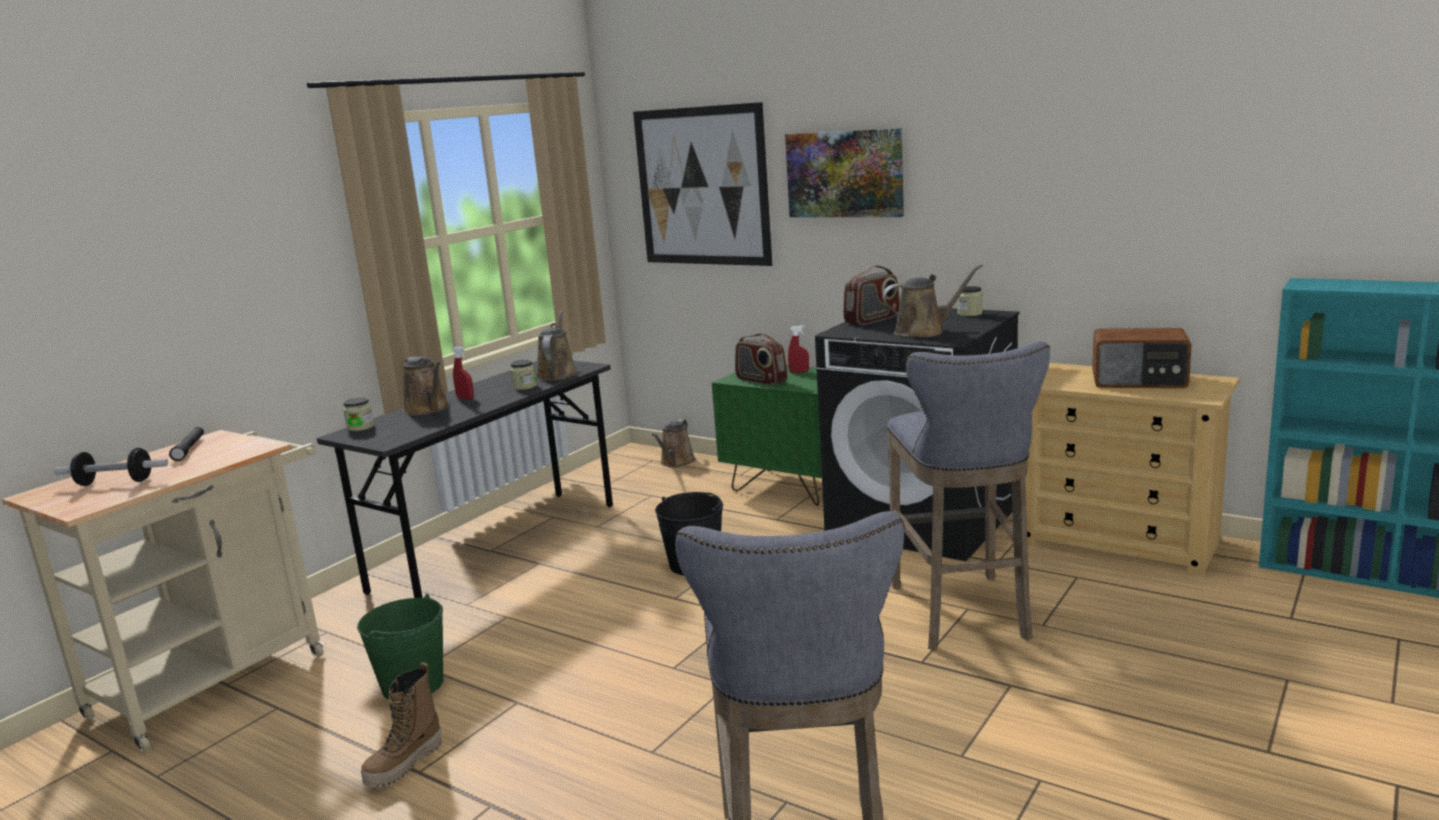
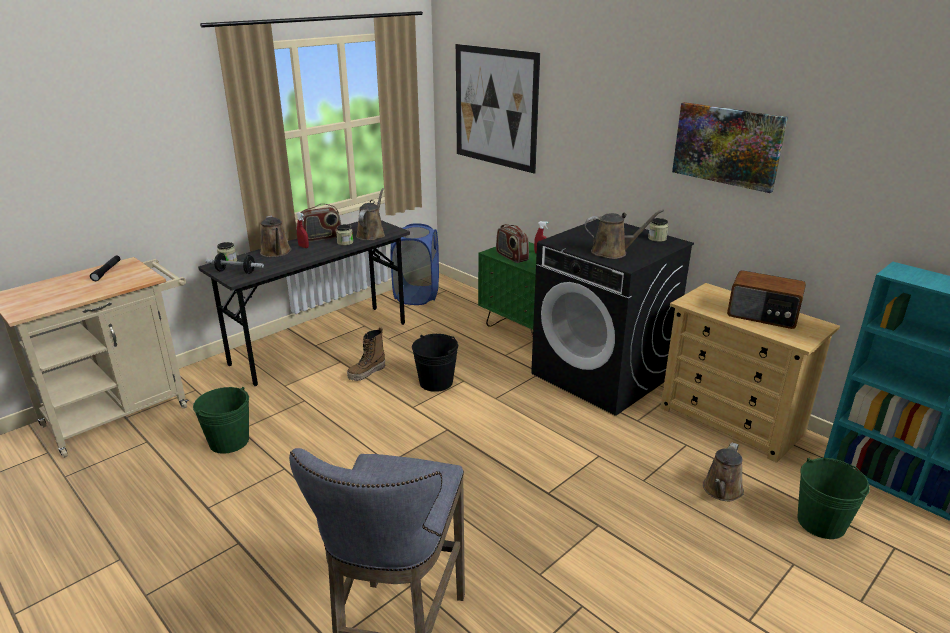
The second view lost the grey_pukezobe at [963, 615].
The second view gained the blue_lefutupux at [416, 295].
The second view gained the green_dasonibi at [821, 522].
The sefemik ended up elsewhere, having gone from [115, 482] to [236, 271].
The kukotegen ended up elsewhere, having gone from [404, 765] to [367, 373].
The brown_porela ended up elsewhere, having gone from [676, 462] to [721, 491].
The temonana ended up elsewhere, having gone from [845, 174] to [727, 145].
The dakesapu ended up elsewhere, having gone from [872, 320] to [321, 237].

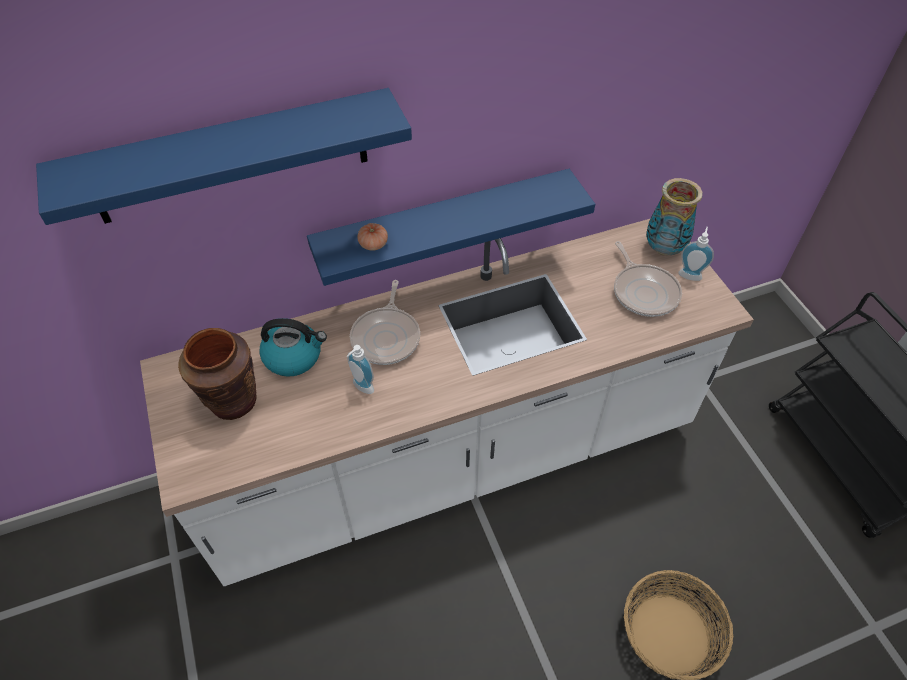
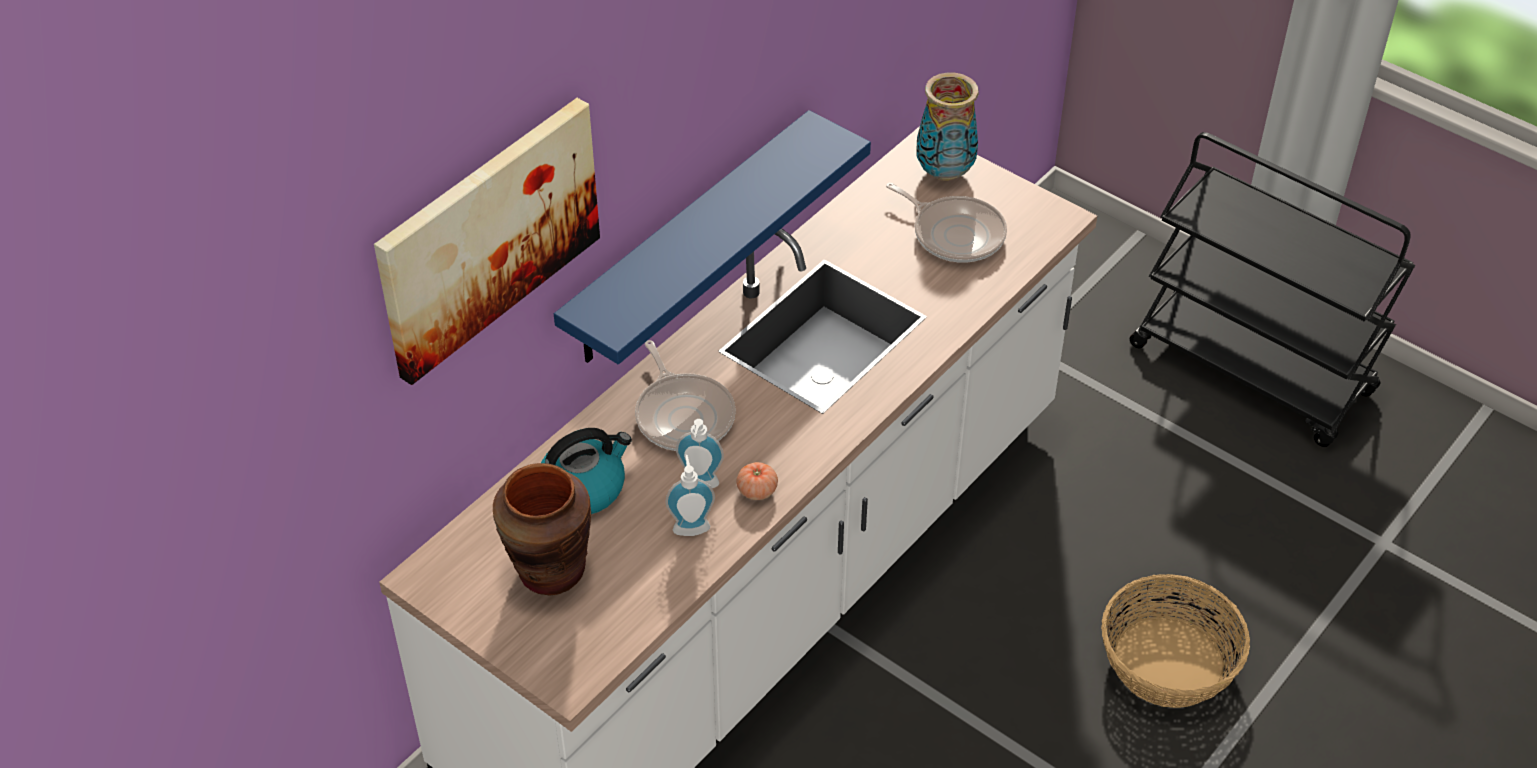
The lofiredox ended up elsewhere, having gone from [373, 244] to [757, 490].
The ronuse ended up elsewhere, having gone from [690, 274] to [691, 525].
Where the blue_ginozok hung at [231, 157], the temonana came to hang at [488, 236].

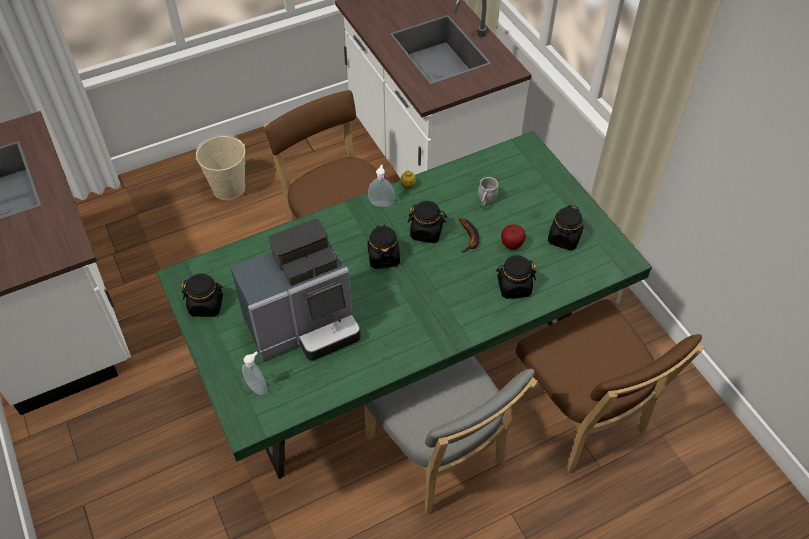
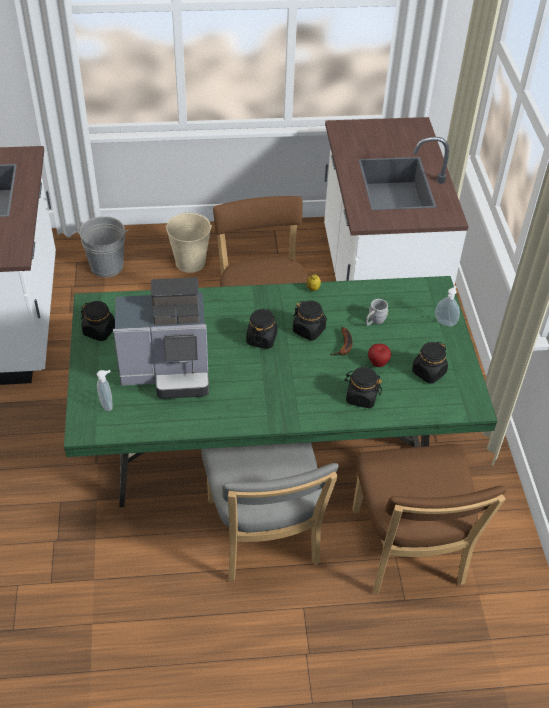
The second view gained the grey_dasonibi at [107, 266].
The ronuse ended up elsewhere, having gone from [381, 203] to [445, 322].

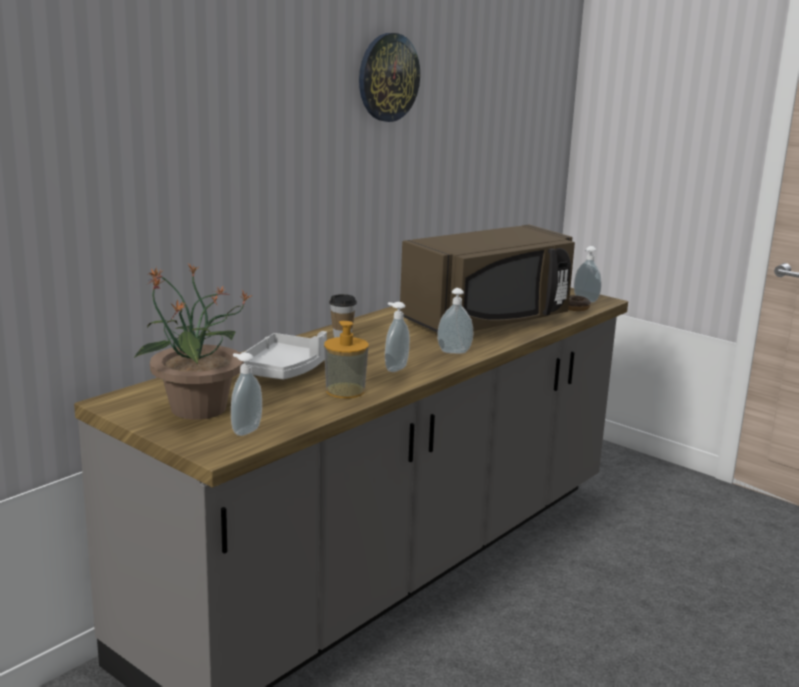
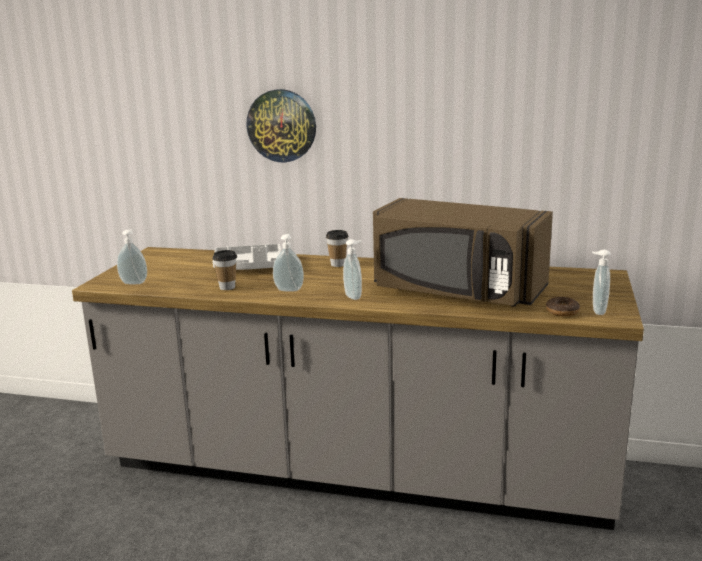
The second view lost the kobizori at [196, 409].
The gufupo ended up elsewhere, having gone from [388, 77] to [282, 125].
Where the ronuse stood at [345, 390], the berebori came to stand at [227, 287].

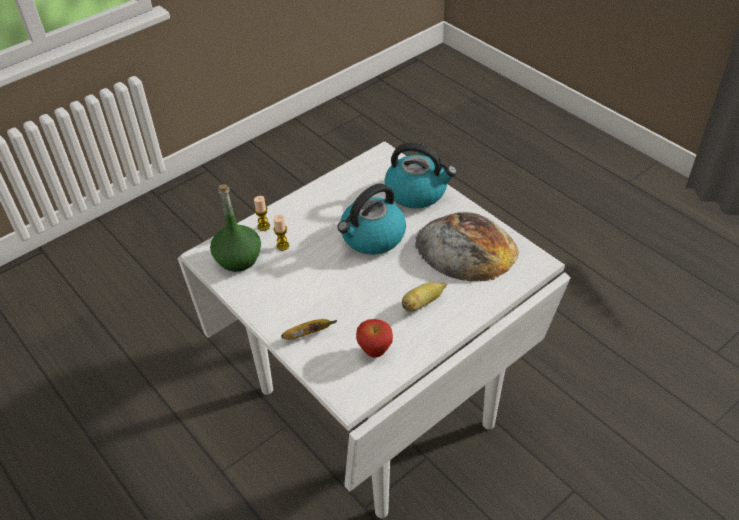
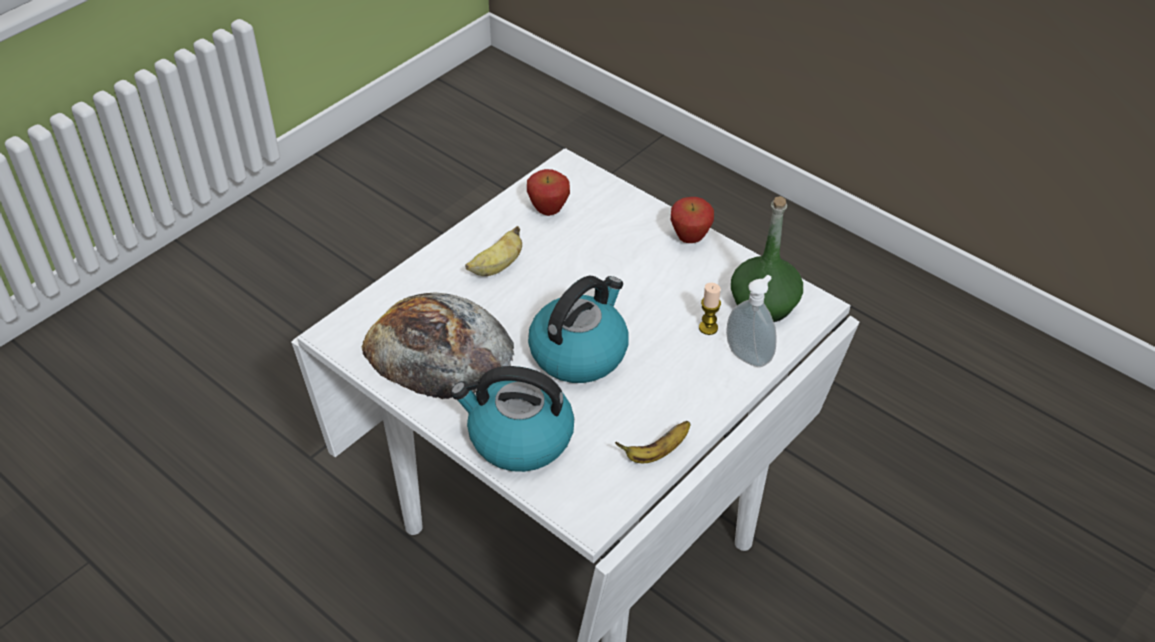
The second view gained the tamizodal at [690, 239].
The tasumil ended up elsewhere, having gone from [308, 334] to [656, 452].
Where the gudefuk stood at [263, 226], the ronuse came to stand at [749, 355].

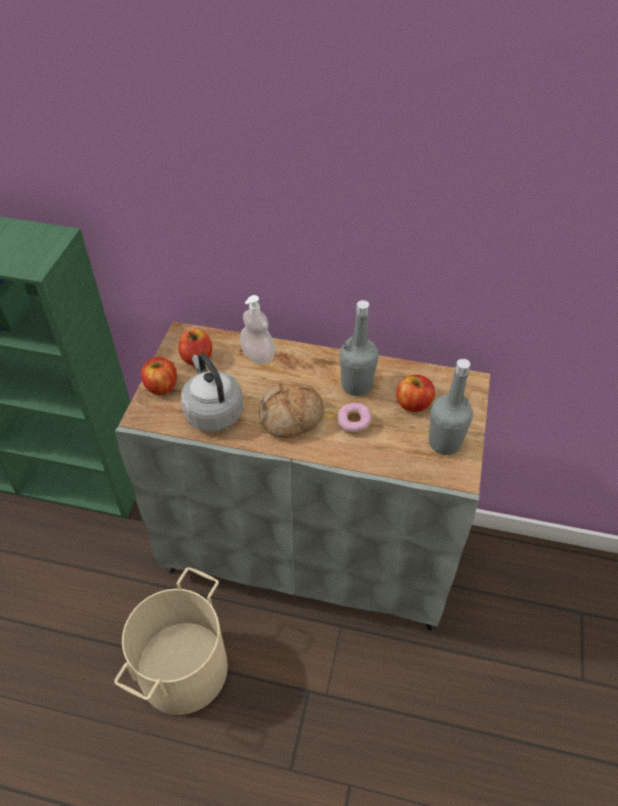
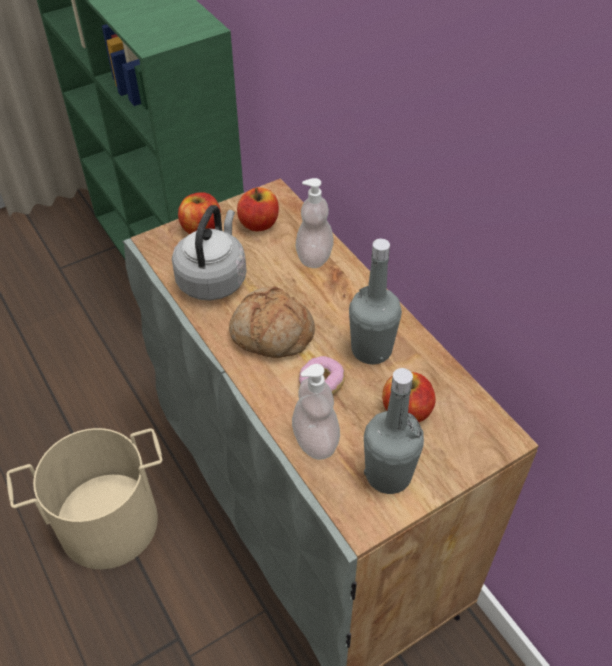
The second view gained the ronuse at [315, 440].

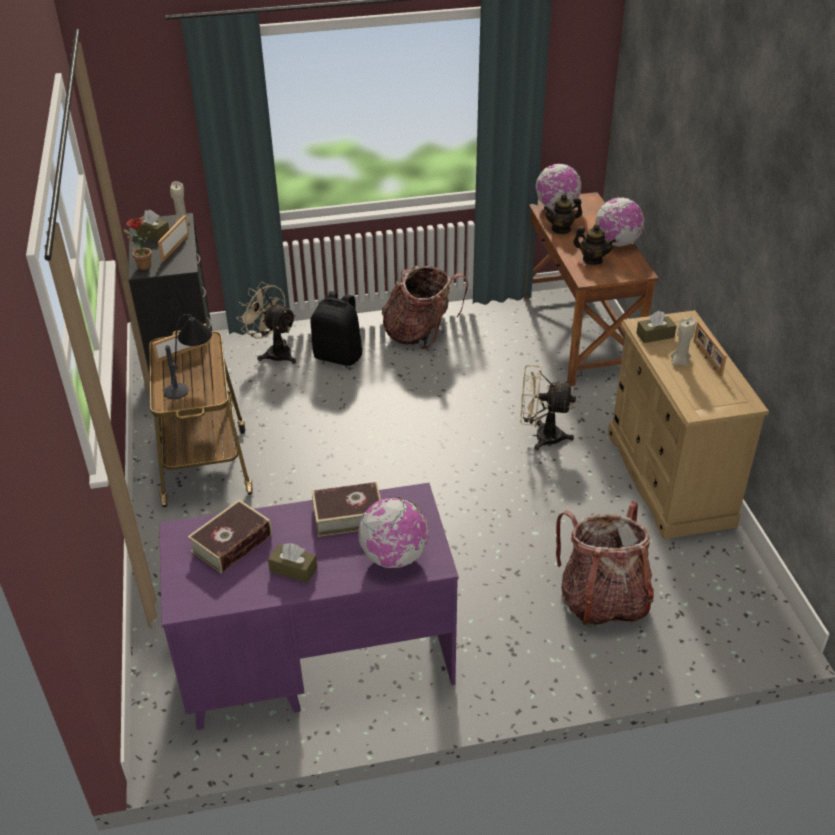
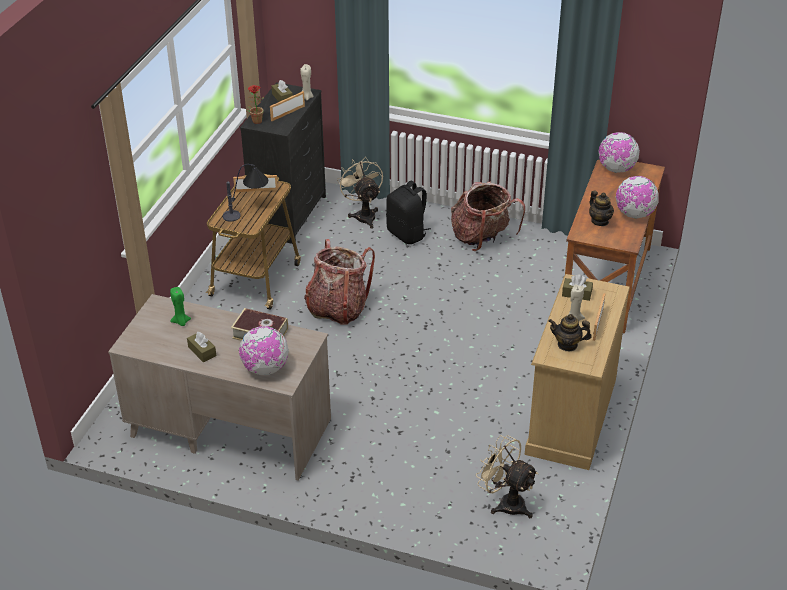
The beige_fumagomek ended up elsewhere, having gone from [540, 436] to [506, 502].
The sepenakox ended up elsewhere, having gone from [561, 229] to [567, 345].
The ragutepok ended up elsewhere, having gone from [602, 600] to [337, 308].
Where the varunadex stood at [232, 543], the green_gudefuk came to stand at [181, 322].
What was the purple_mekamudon at [316, 659] turned into the beige_mekamudon at [228, 428].

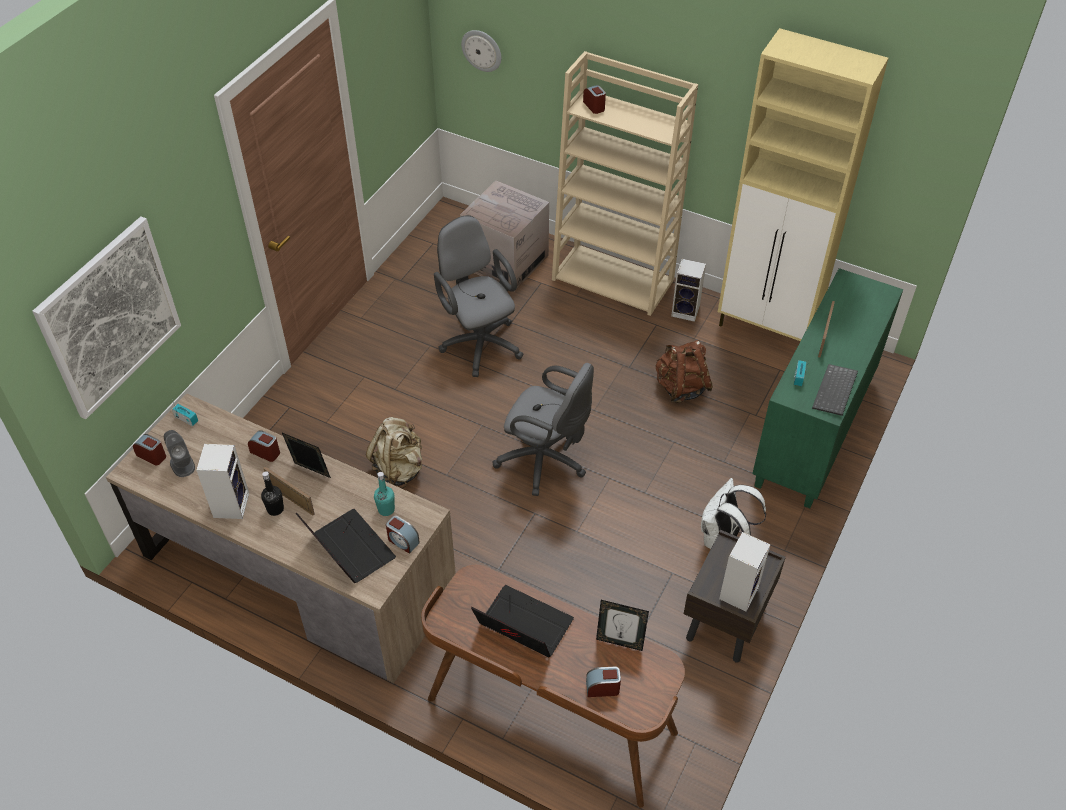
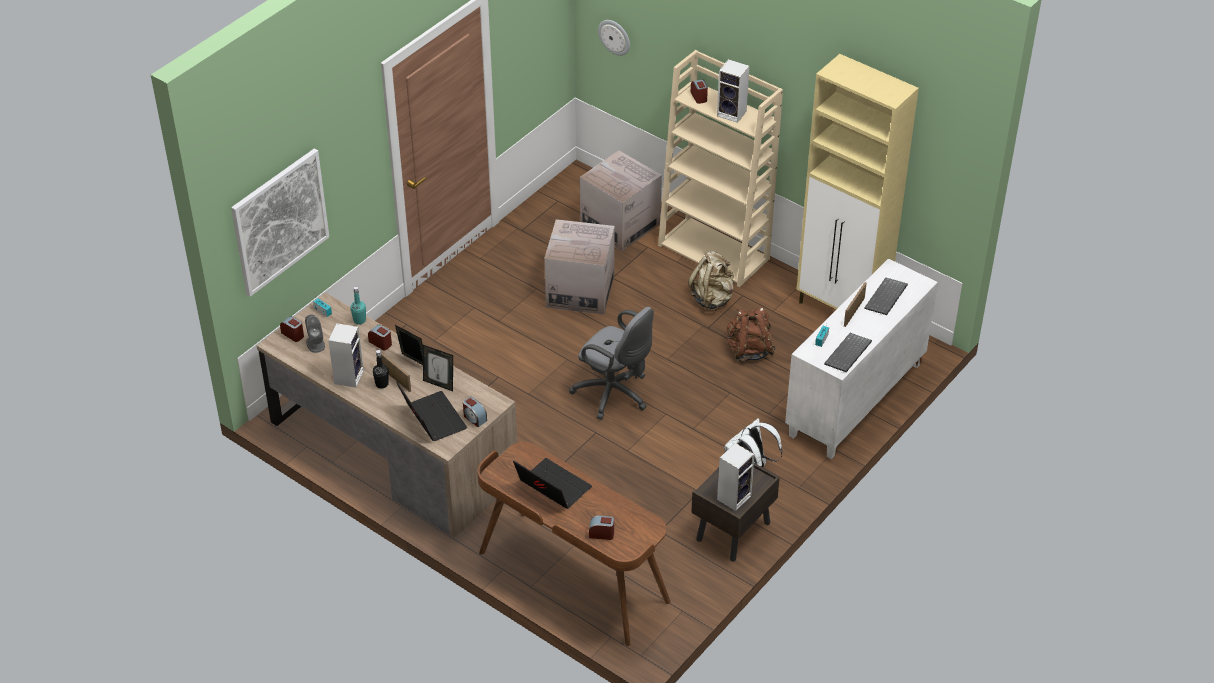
The second view gained the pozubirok at [886, 298].
The beige_ragutepok ended up elsewhere, having gone from [399, 469] to [712, 298].
The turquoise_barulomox ended up elsewhere, having gone from [386, 509] to [359, 320].
The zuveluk ended up elsewhere, having gone from [620, 641] to [439, 384].
The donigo ended up elsewhere, having gone from [686, 311] to [733, 113].
Where the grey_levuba stood at [479, 342], the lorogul came to stand at [580, 291].
What was the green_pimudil at [814, 432] turned into the white_pimudil at [855, 401].

